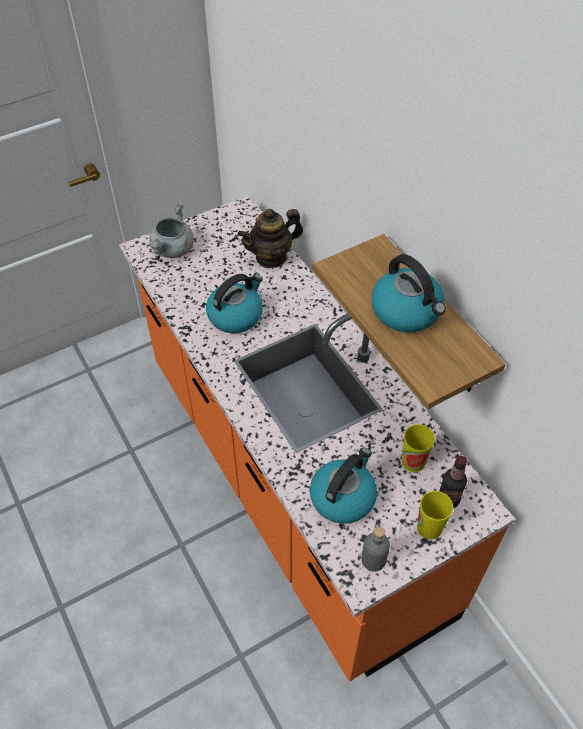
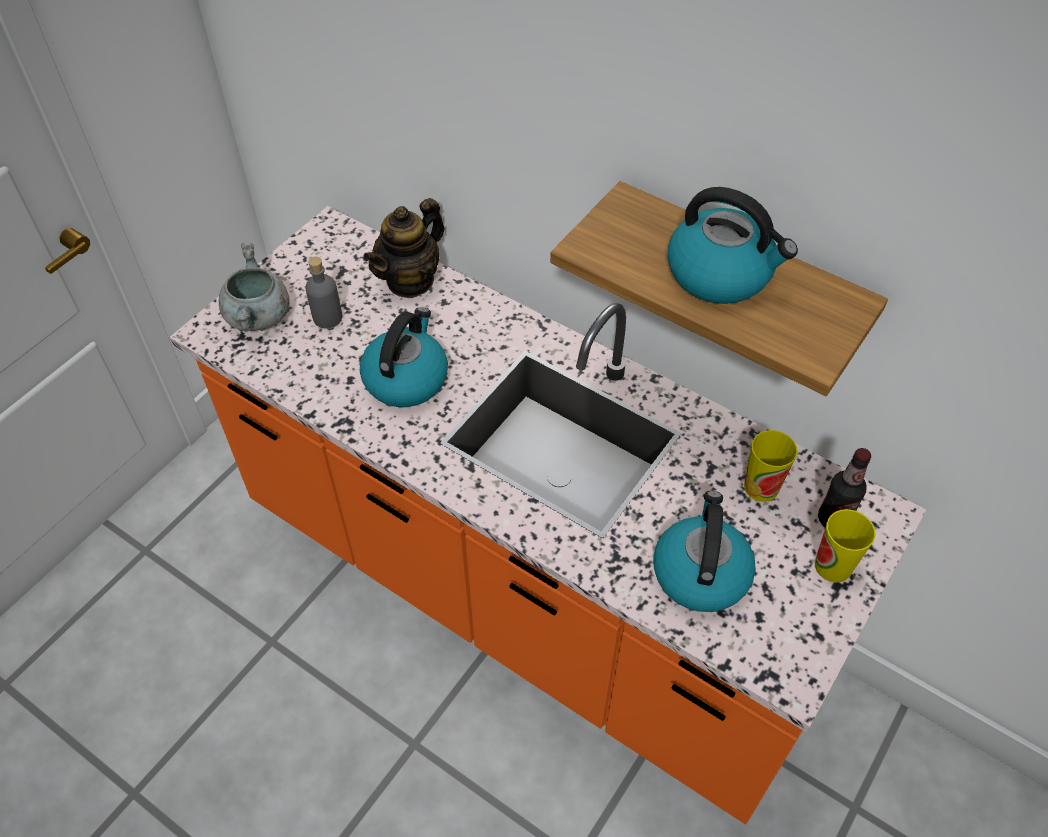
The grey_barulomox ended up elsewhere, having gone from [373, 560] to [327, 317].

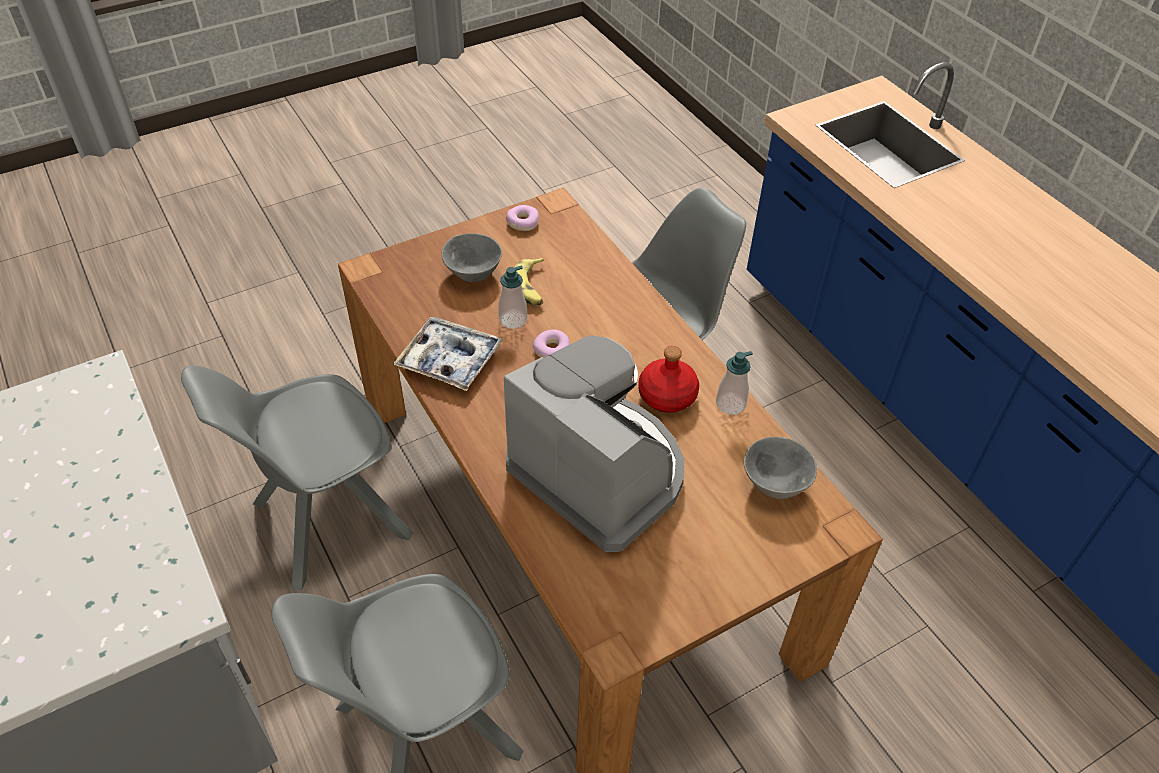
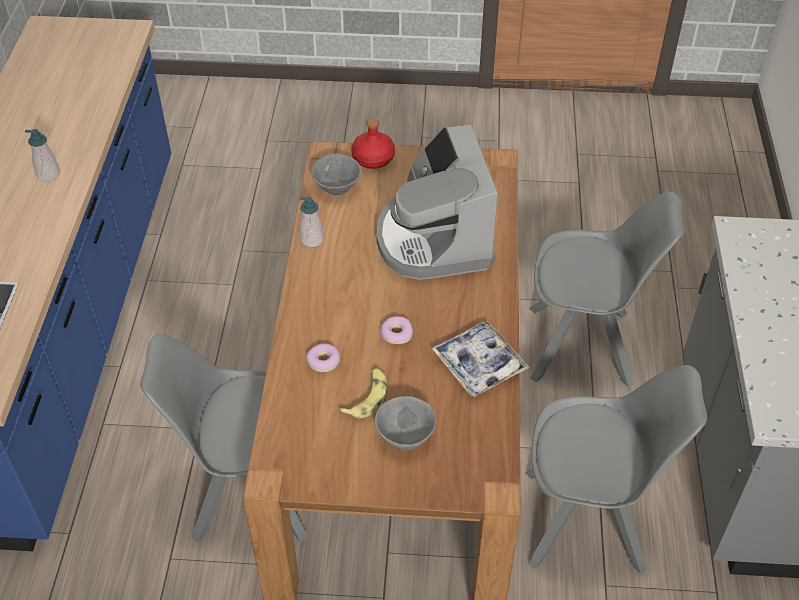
The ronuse ended up elsewhere, having gone from [513, 320] to [48, 174].
The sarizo ended up elsewhere, having gone from [522, 222] to [324, 361].
The red_barulomox ended up elsewhere, having gone from [668, 396] to [373, 158].

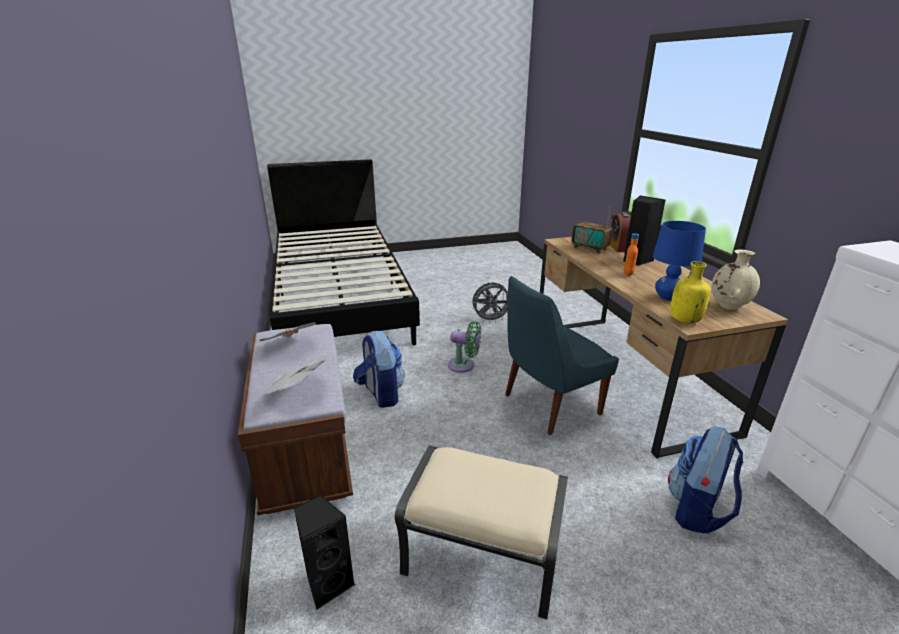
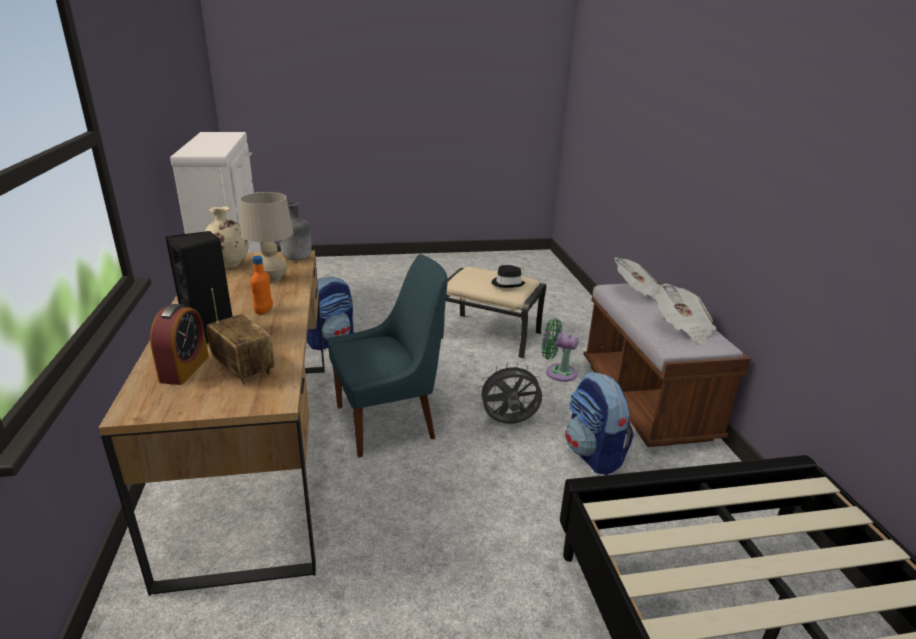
The second view lost the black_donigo at [328, 583].
The second view gained the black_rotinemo at [507, 283].
The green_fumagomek ended up elsewhere, having gone from [464, 365] to [557, 372].
The grey_fumagomek ended up elsewhere, having gone from [491, 320] to [509, 423].
What was the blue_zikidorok at [668, 297] turned into the beige_zikidorok at [272, 278].
What was the yellow_barulomox at [683, 320] turned into the grey_barulomox at [297, 259].

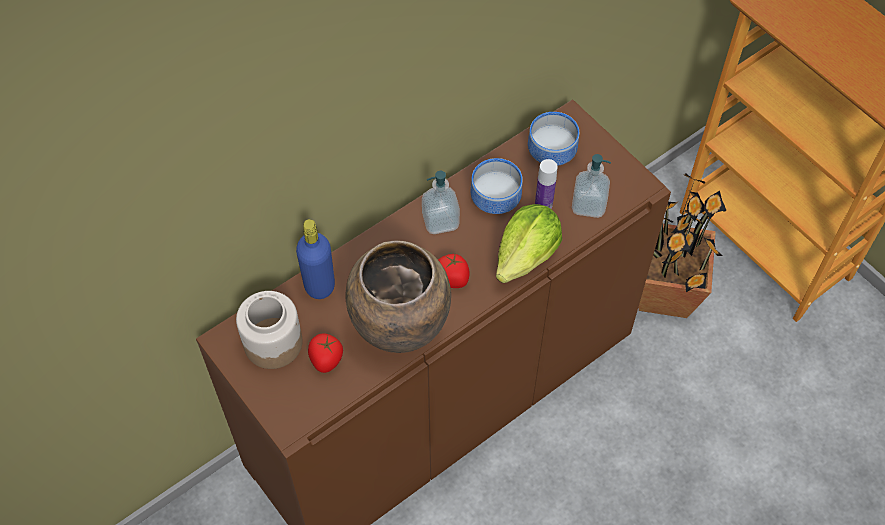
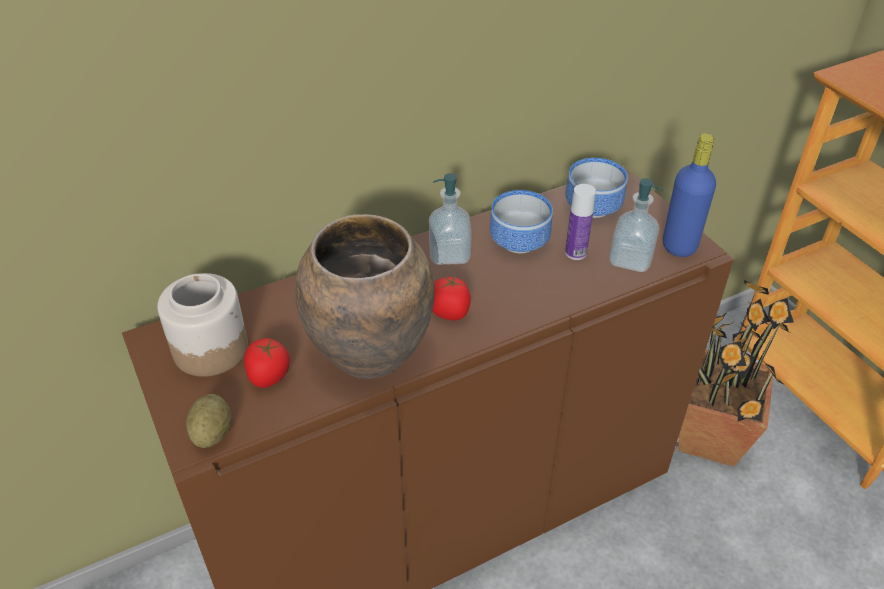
The second view lost the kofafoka at [526, 257].
The second view gained the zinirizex at [212, 433].
The blue_barulomox ended up elsewhere, having gone from [319, 286] to [679, 246].

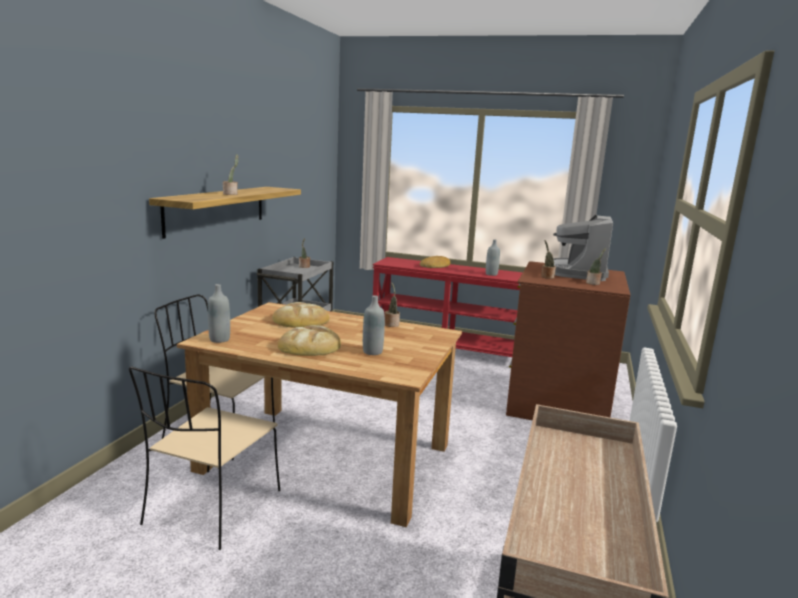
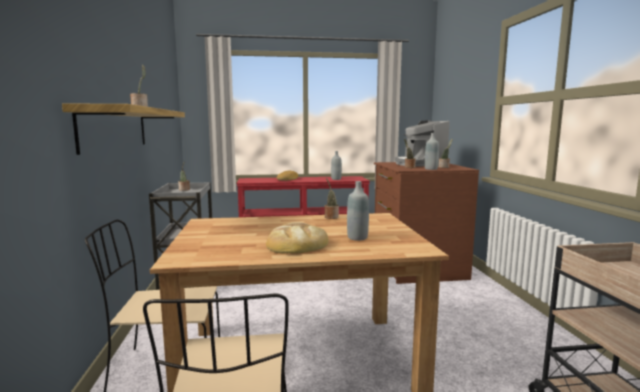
The second view lost the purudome at [300, 320].
The grey_barulomox ended up elsewhere, having gone from [219, 339] to [431, 169].

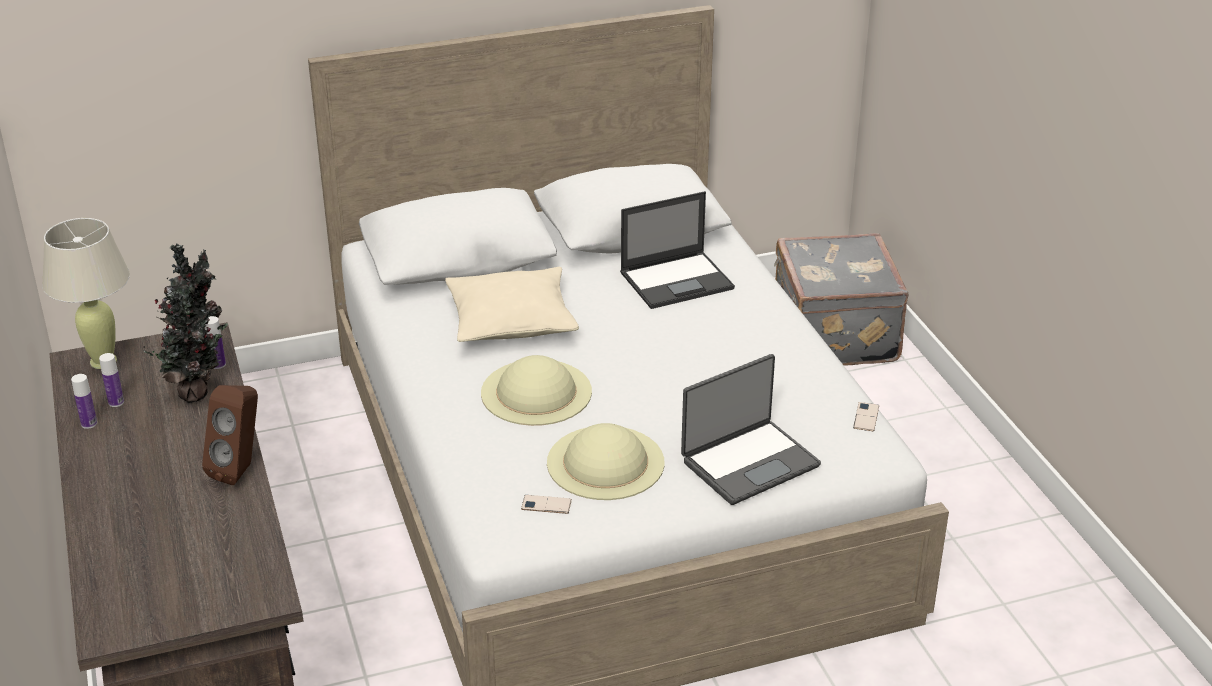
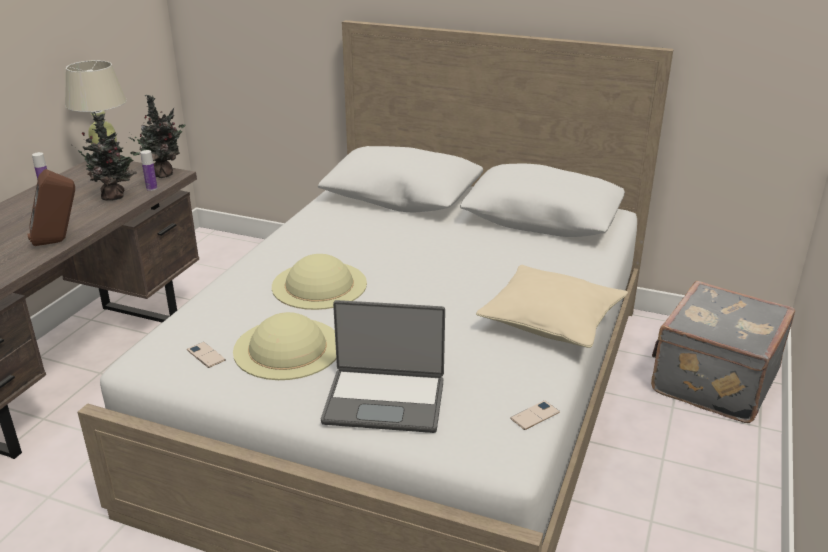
The second view lost the barulomox at [116, 402].
The second view lost the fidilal at [677, 280].
The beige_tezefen ended up elsewhere, having gone from [511, 321] to [551, 321].

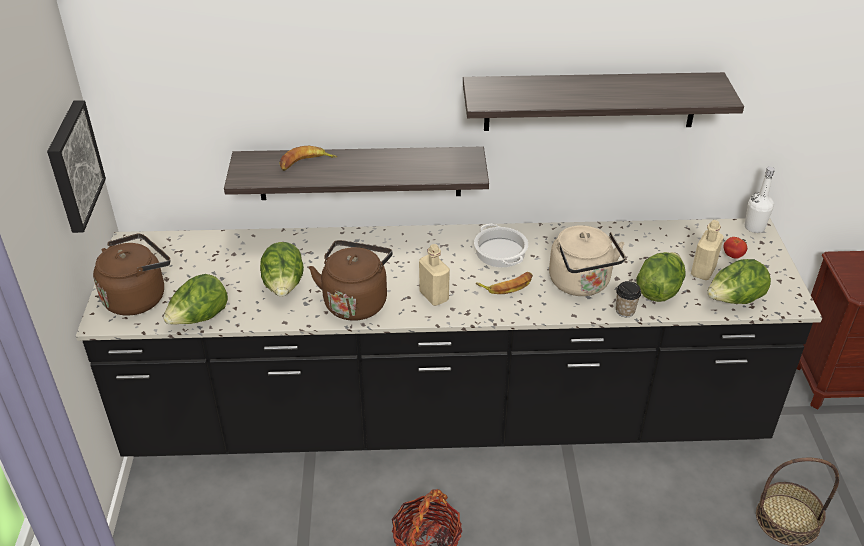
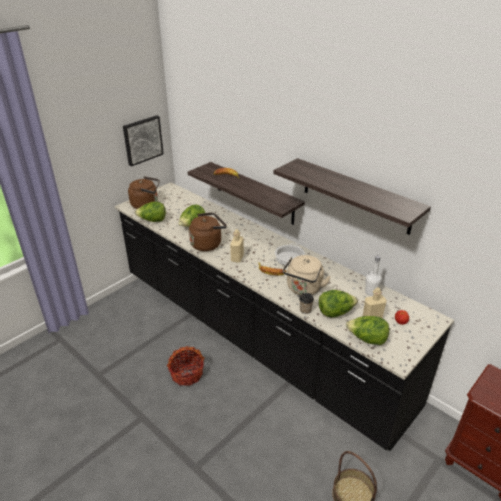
The white_barulomox ended up elsewhere, having gone from [754, 227] to [371, 292].

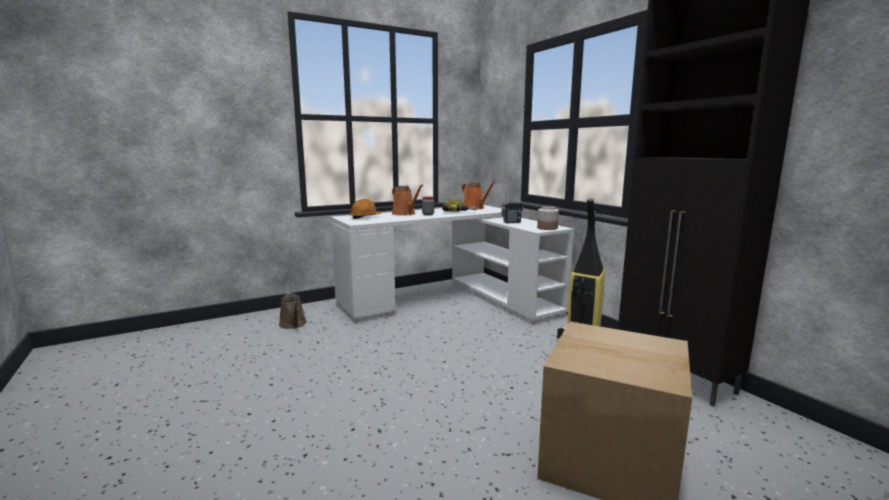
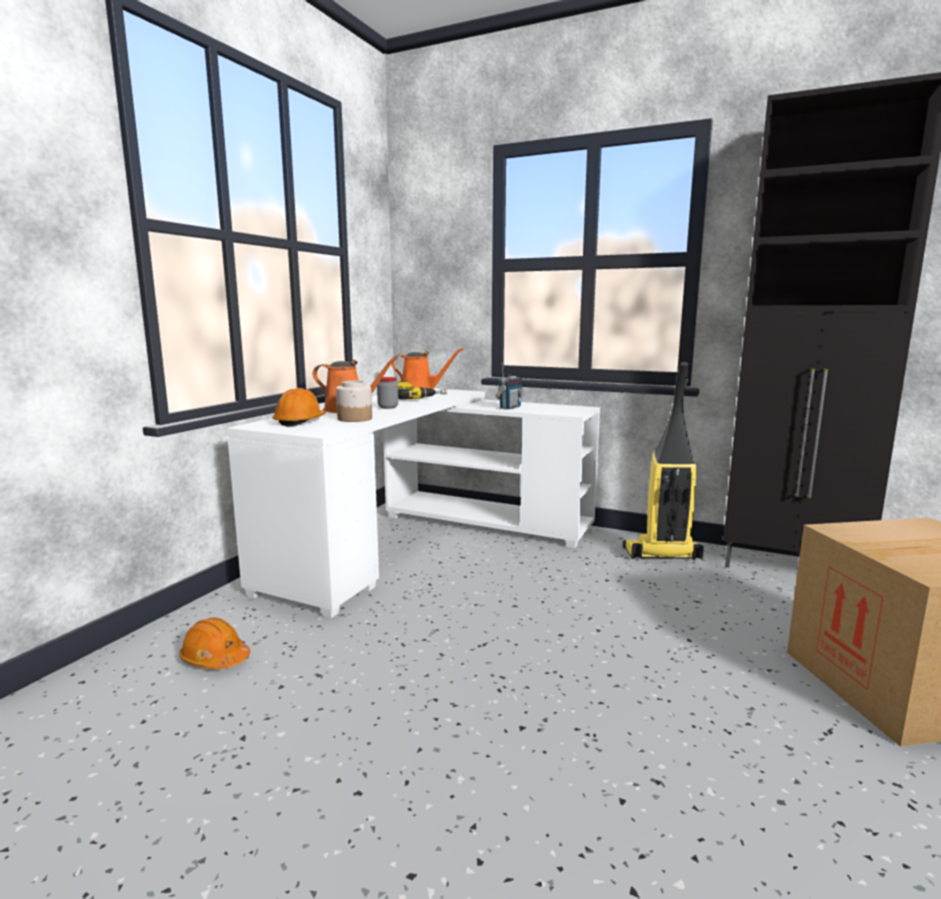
The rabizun ended up elsewhere, having gone from [547, 228] to [355, 419].
Where the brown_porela stood at [293, 324], the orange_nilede came to stand at [215, 658].

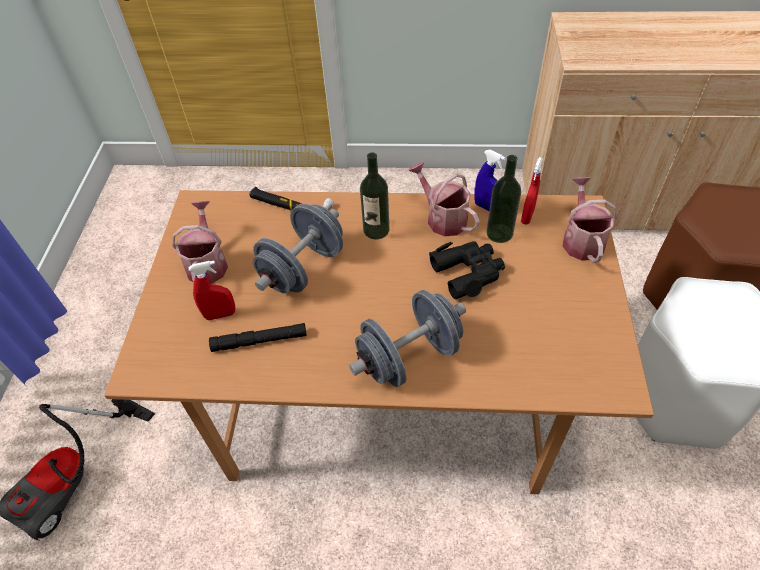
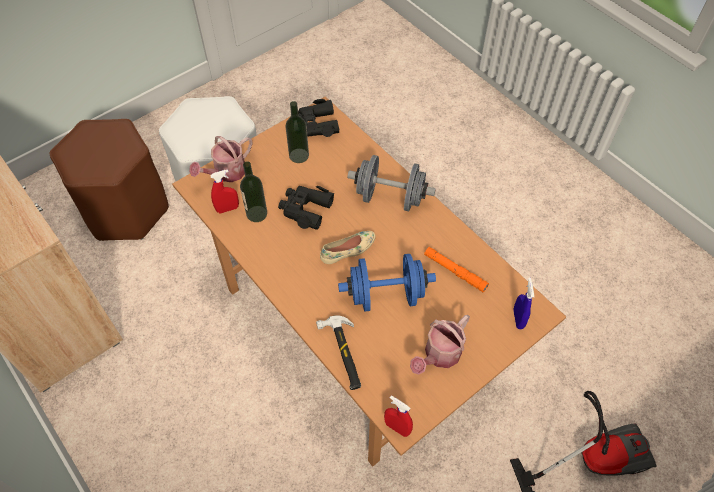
The second view lost the porela at [442, 218].
The second view gained the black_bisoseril at [315, 125].
The second view gained the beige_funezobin at [348, 250].
The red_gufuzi ended up elsewhere, having gone from [220, 314] to [397, 428].
The barulomox ended up elsewhere, having gone from [376, 230] to [299, 155].
The blue_gufuzi ended up elsewhere, having gone from [486, 207] to [518, 319].
What was the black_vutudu at [259, 341] turned into the orange_vutudu at [455, 271].
What was the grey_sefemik at [303, 268] turned into the blue_sefemik at [386, 295].

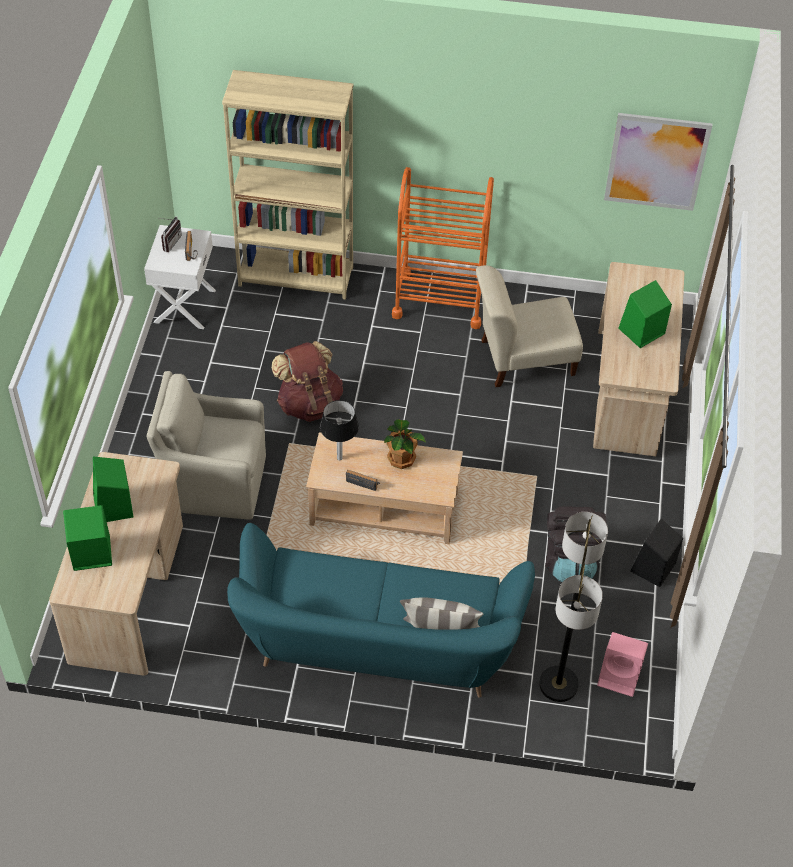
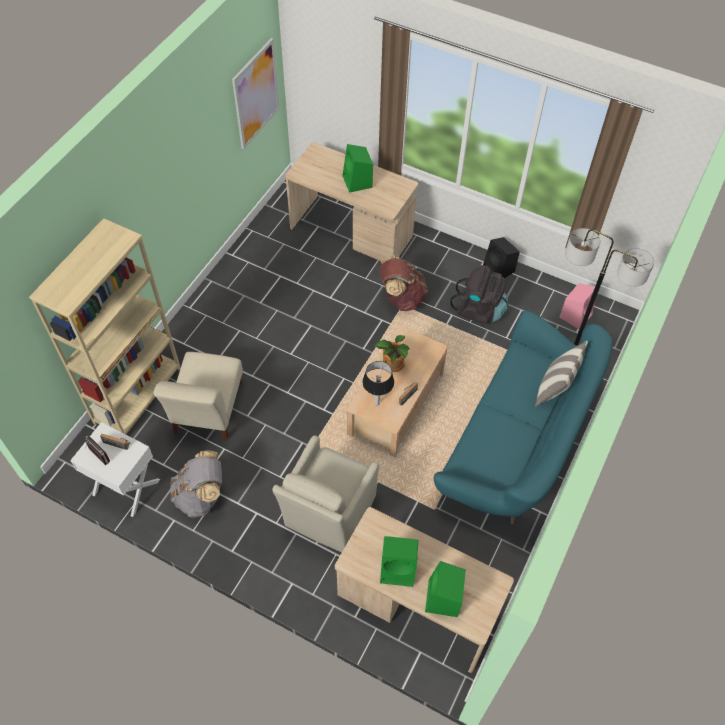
The second view lost the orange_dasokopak at [440, 299].
The second view gained the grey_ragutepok at [201, 496].
The brown_ragutepok ended up elsewhere, having gone from [309, 403] to [401, 298].
The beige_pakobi ended up elsewhere, having gone from [523, 359] to [208, 411].

